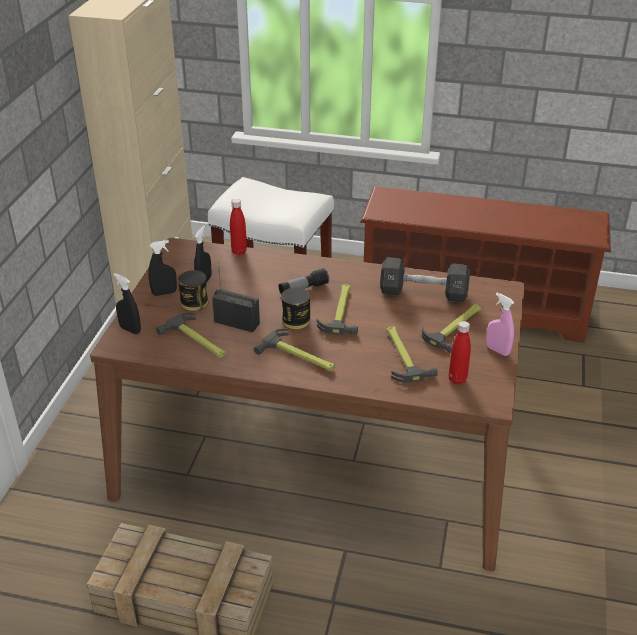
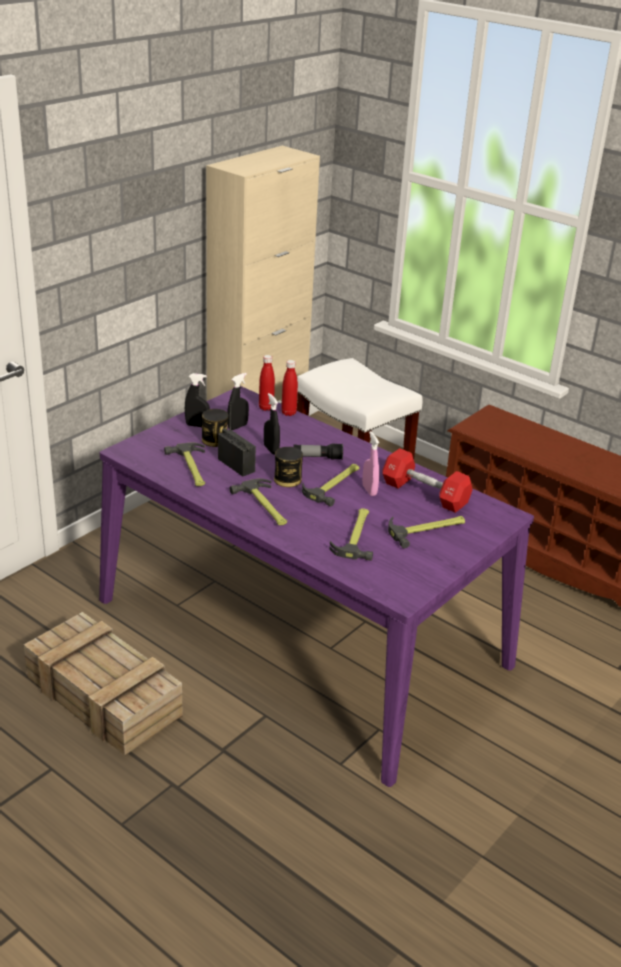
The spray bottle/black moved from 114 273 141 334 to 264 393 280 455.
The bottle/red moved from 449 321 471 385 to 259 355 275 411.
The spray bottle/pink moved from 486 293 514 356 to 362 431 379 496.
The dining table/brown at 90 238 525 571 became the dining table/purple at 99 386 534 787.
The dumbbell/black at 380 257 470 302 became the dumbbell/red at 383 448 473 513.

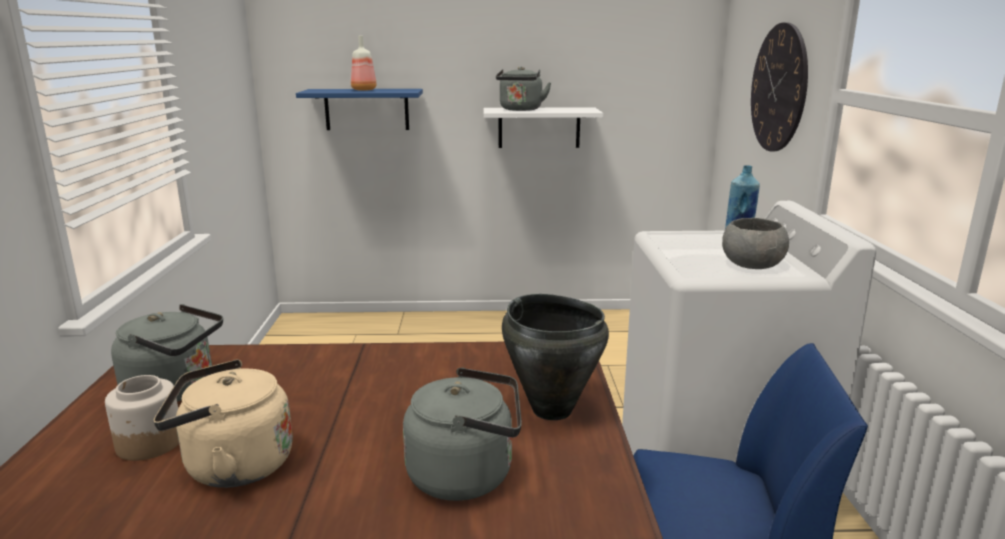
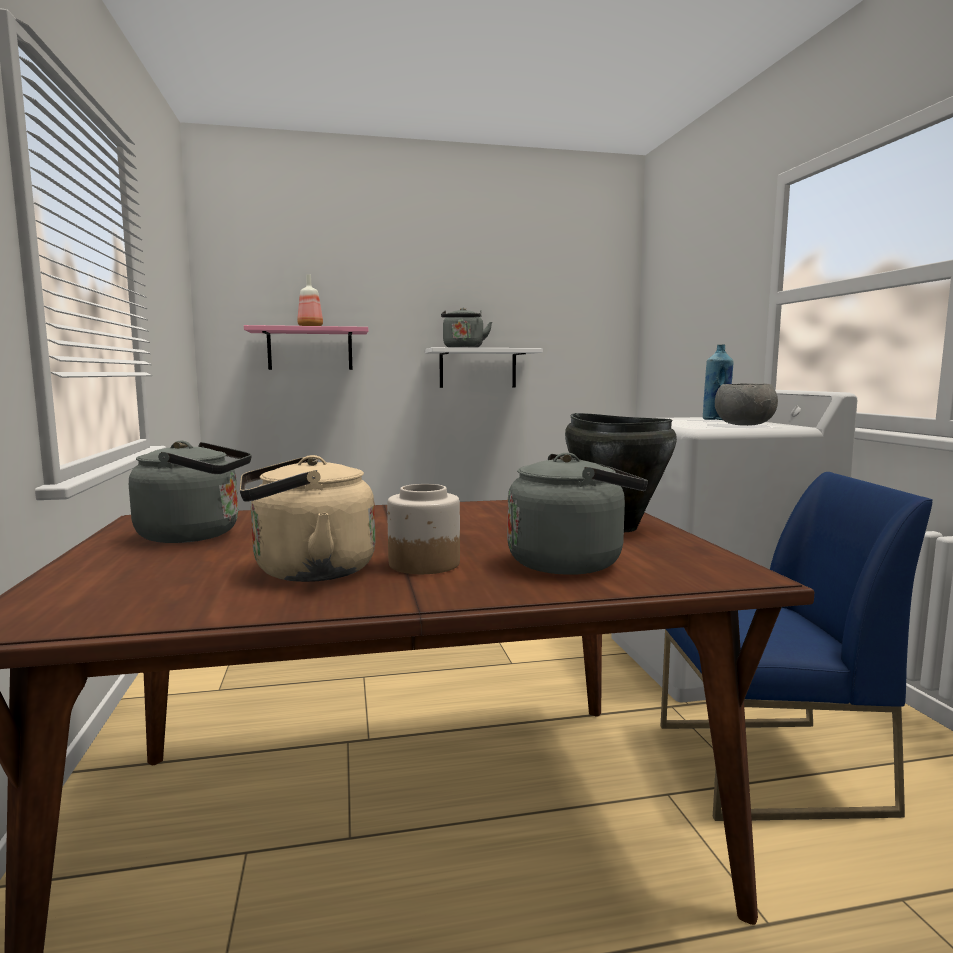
The wall clock at 751 22 808 151 disappeared.
The jar moved from 105 375 179 461 to 387 484 460 574.
The shelf/blue at 296 89 423 130 became the shelf/pink at 244 325 368 370.

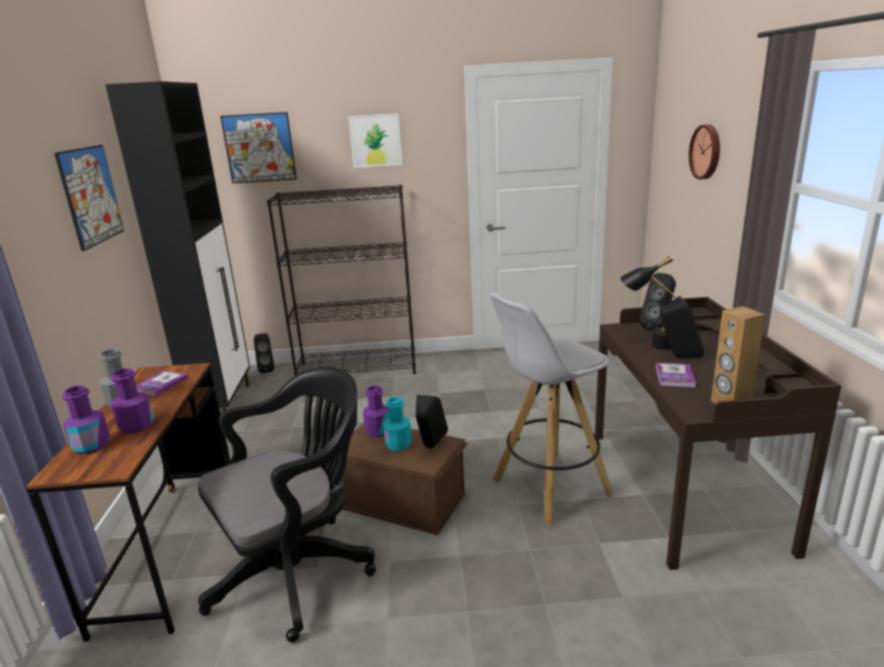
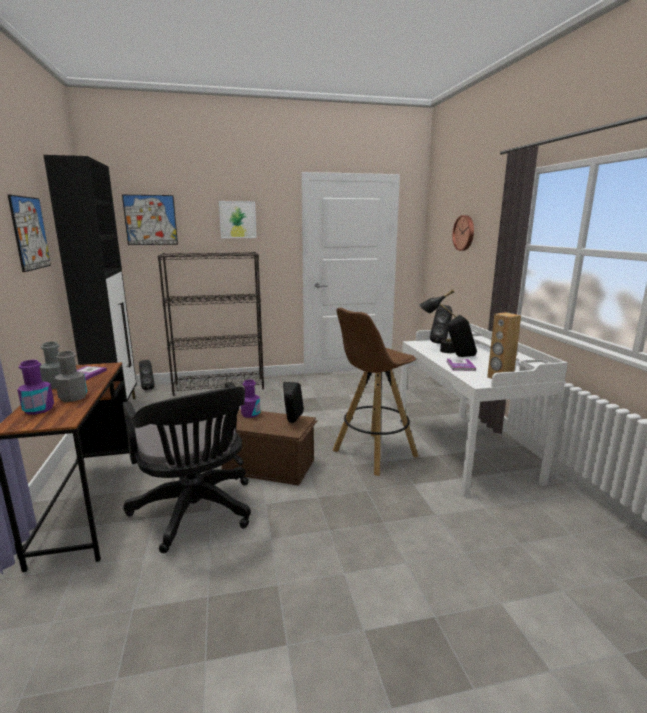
The bottle/turquoise at 383 397 412 451 disappeared.
The bottle/purple at 110 368 154 433 became the bottle/grey at 55 351 87 402.
The stool/white at 490 292 614 527 became the stool/brown at 333 308 419 476.
The desk/brown at 595 297 841 570 became the desk/white at 399 324 568 497.
The office chair/black at 198 367 376 643 turned 105 degrees clockwise.

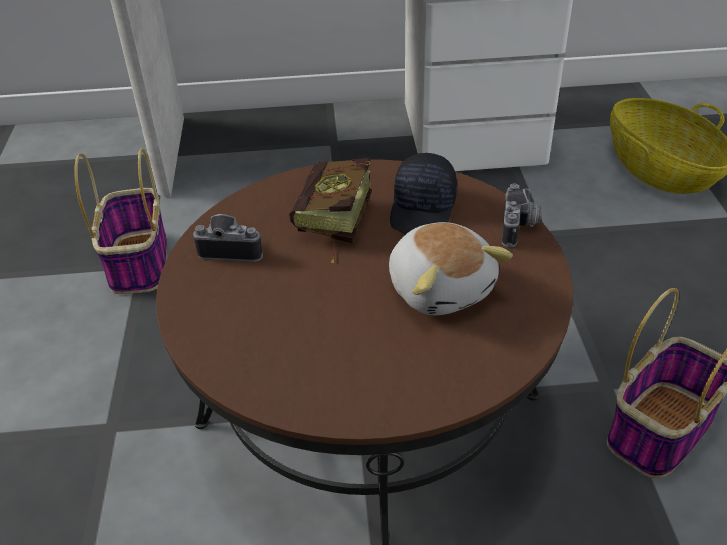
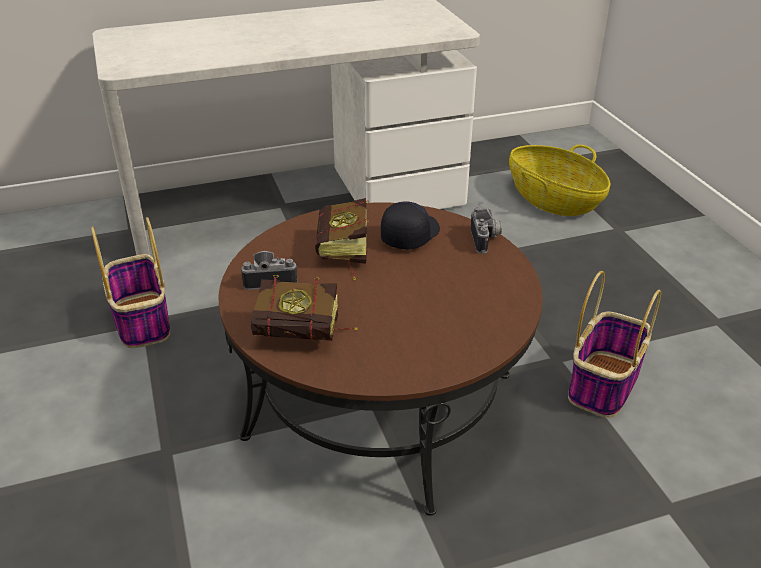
The plush toy at 389 222 513 315 disappeared.
The book at 250 275 358 341 appeared.
The cap/black at 390 153 457 234 turned 150 degrees counterclockwise.

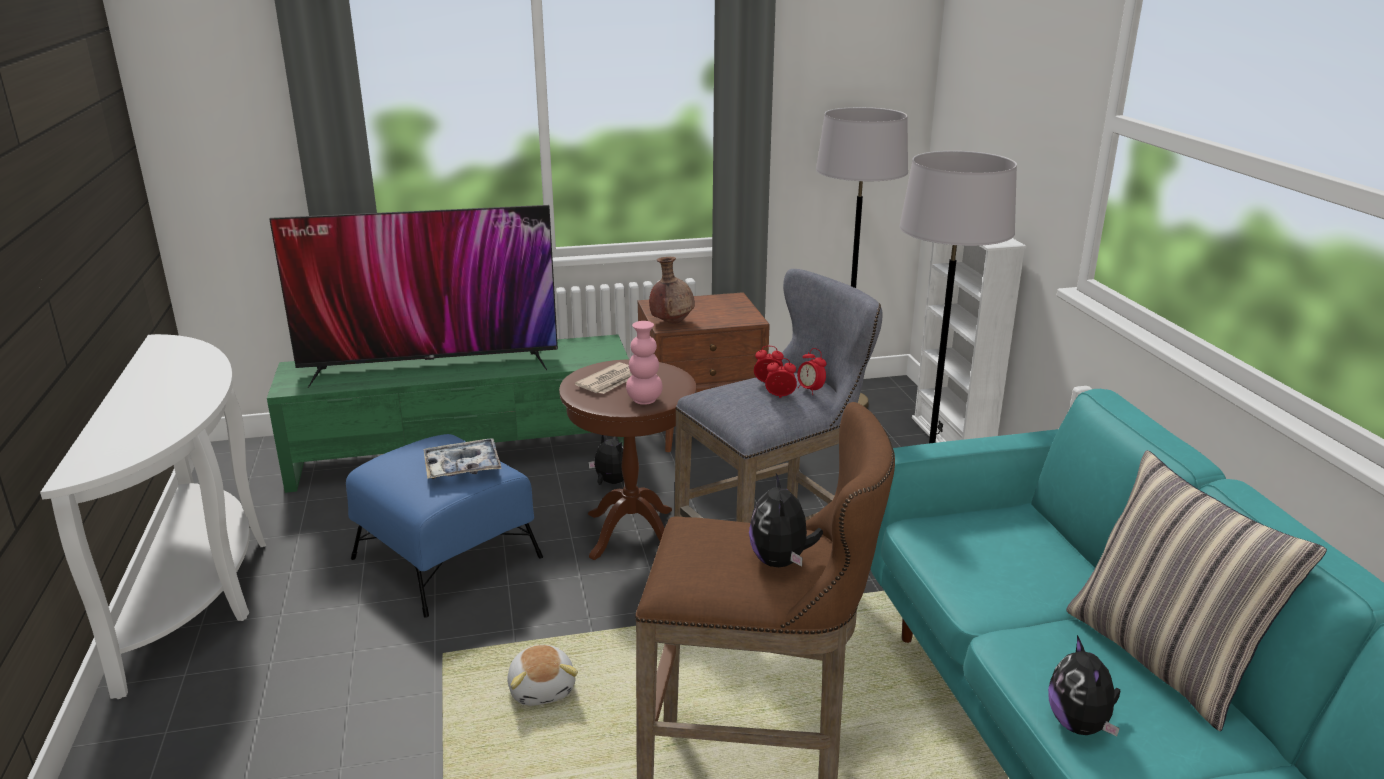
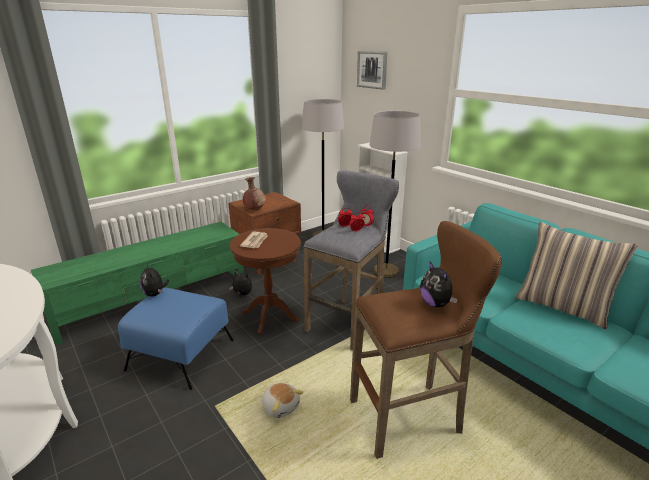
The television at 269 205 558 388 disappeared.
The tray at 423 438 502 479 disappeared.
The vase/pink at 626 321 663 405 disappeared.
The picture at 357 51 388 90 appeared.
The plush toy moved from 1048 635 1121 736 to 140 263 169 297.

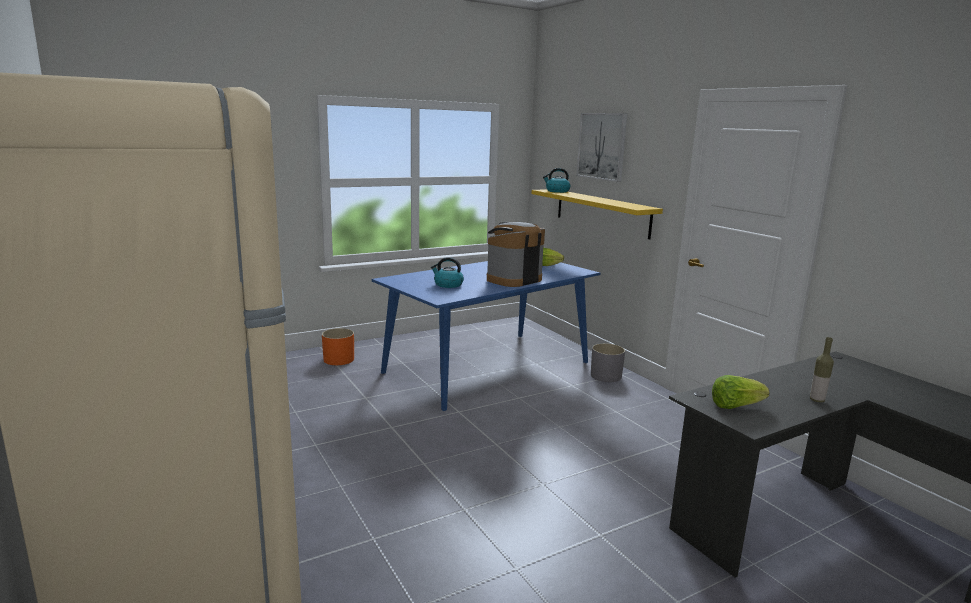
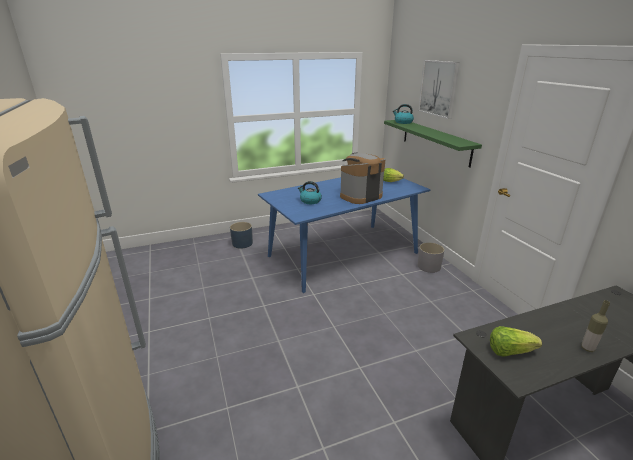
The planter/orange at 322 328 354 365 became the planter/blue at 230 222 253 248.
The shelf/yellow at 532 189 663 239 became the shelf/green at 384 120 482 168.

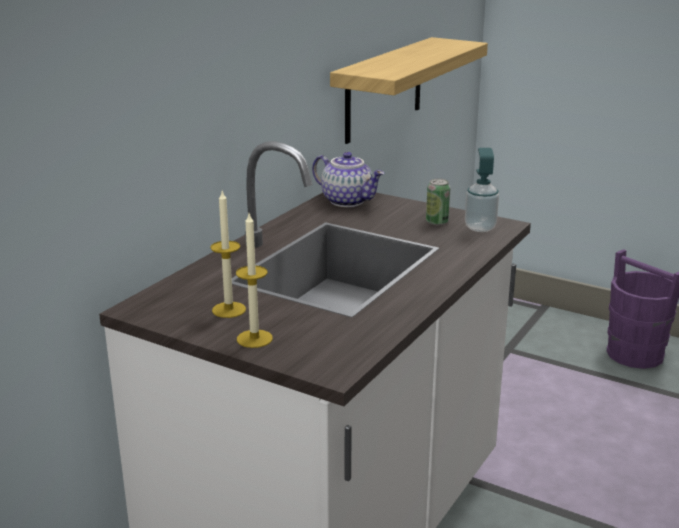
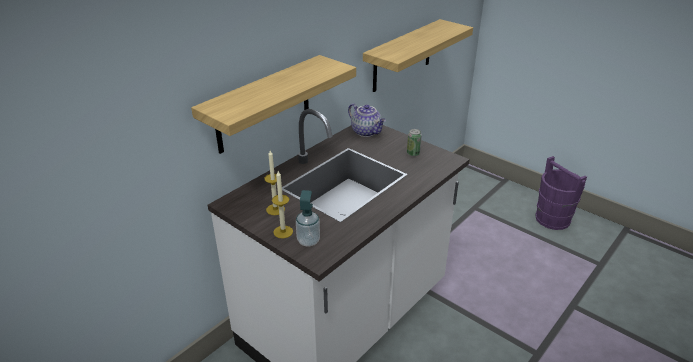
The shelf at 191 55 356 154 appeared.
The soap dispenser moved from 465 148 499 232 to 296 190 320 246.

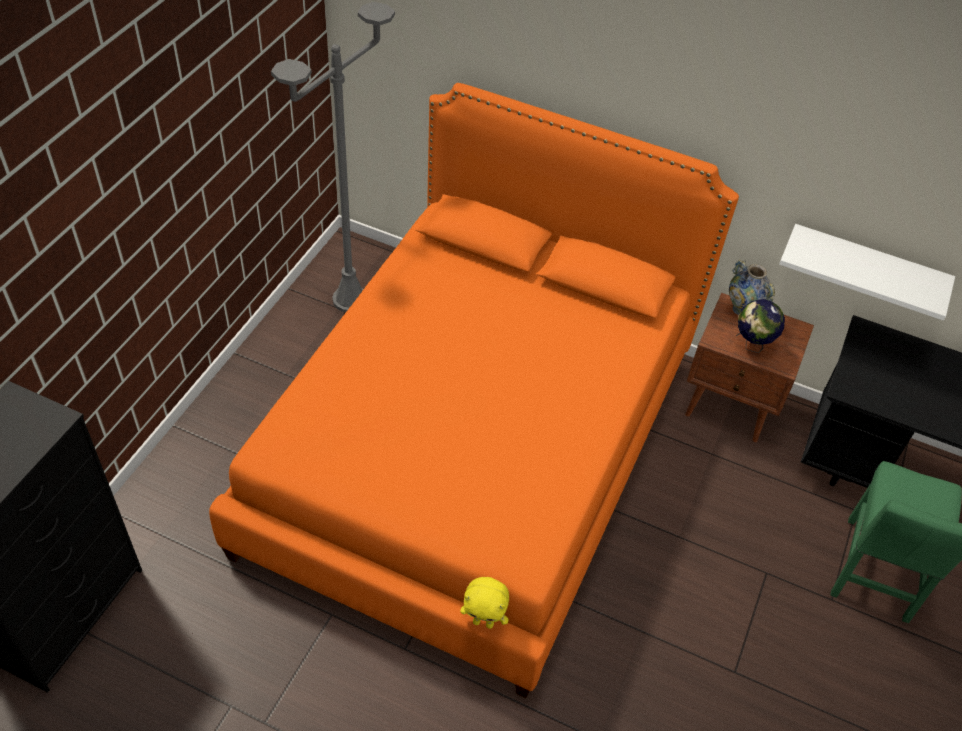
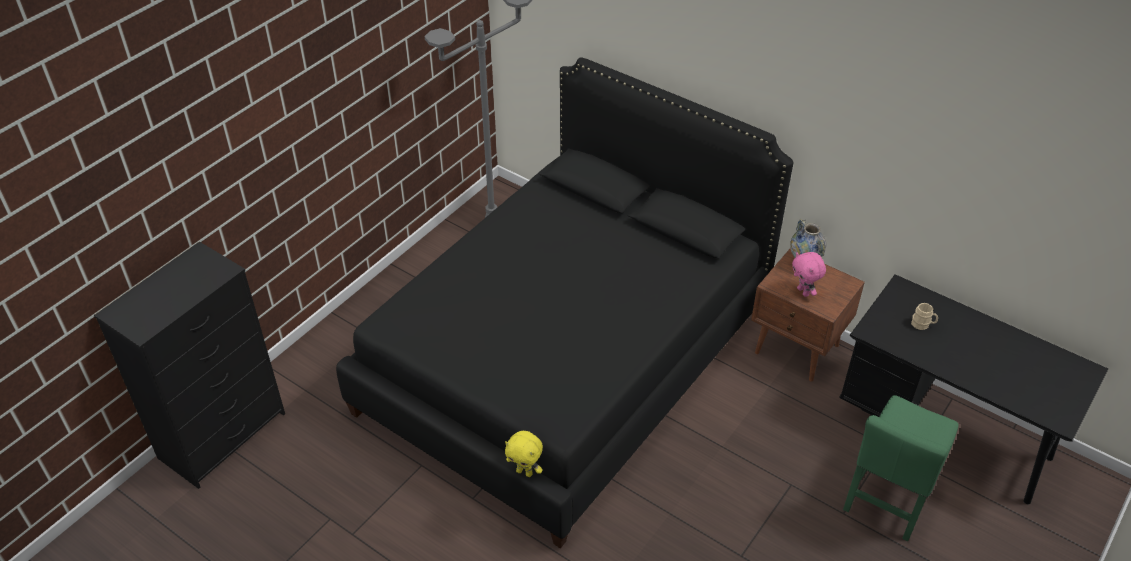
The shelf/white at 779 224 955 320 disappeared.
The mug/beige at 911 303 938 330 appeared.
The globe at 736 299 785 353 was replaced by the plush toy/pink at 792 252 826 297.
The bed/orange at 209 83 739 698 became the bed/black at 336 58 793 548.

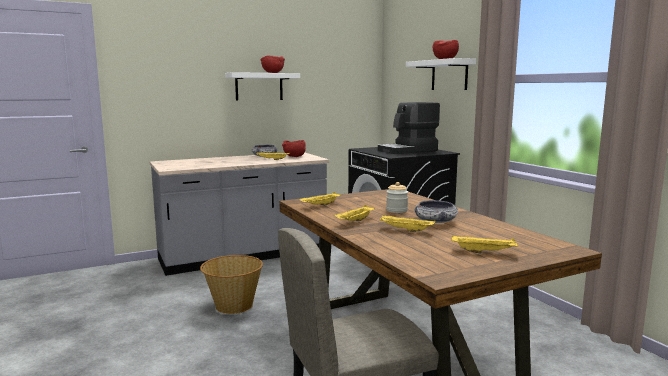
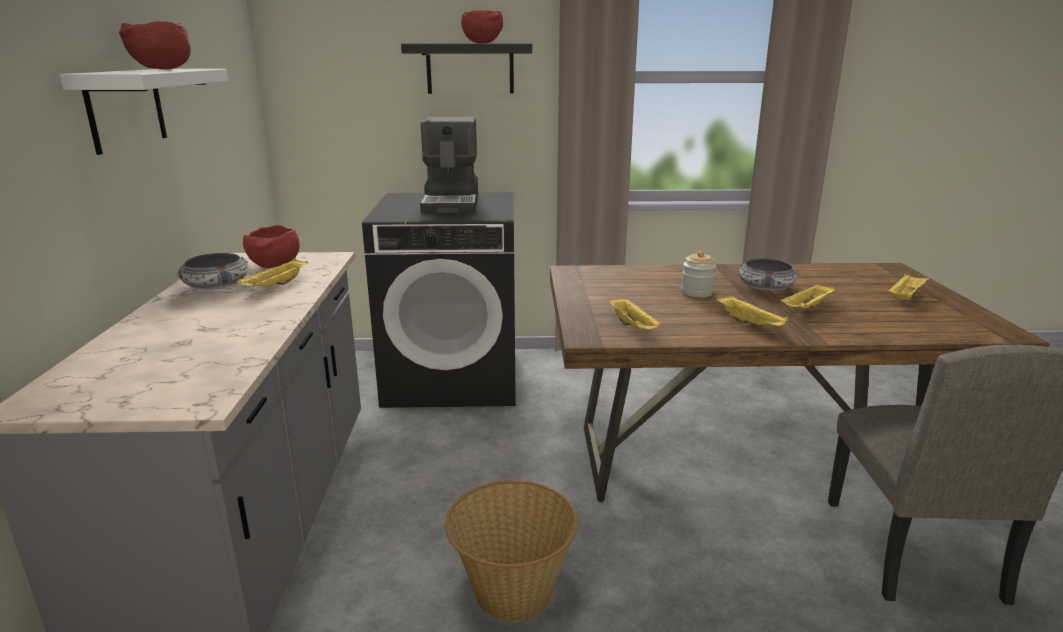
The shelf/white at 406 58 476 90 became the shelf/black at 401 44 532 94.

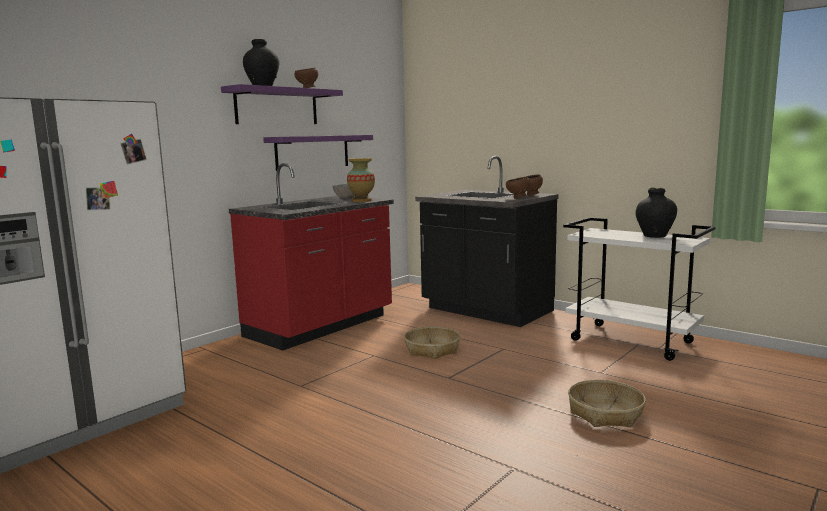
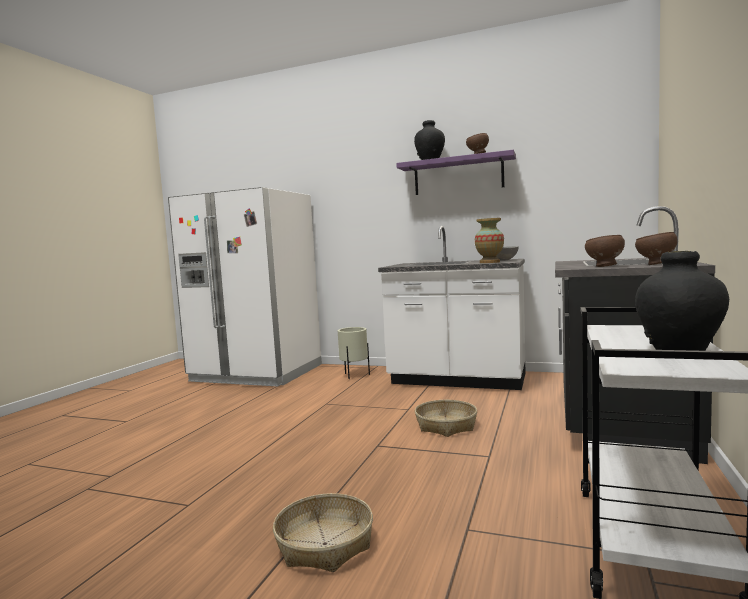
The shelf/purple at 263 135 373 171 disappeared.
The planter/beige at 338 327 370 379 appeared.
The counter/red at 229 163 394 351 became the counter/white at 378 226 525 390.

